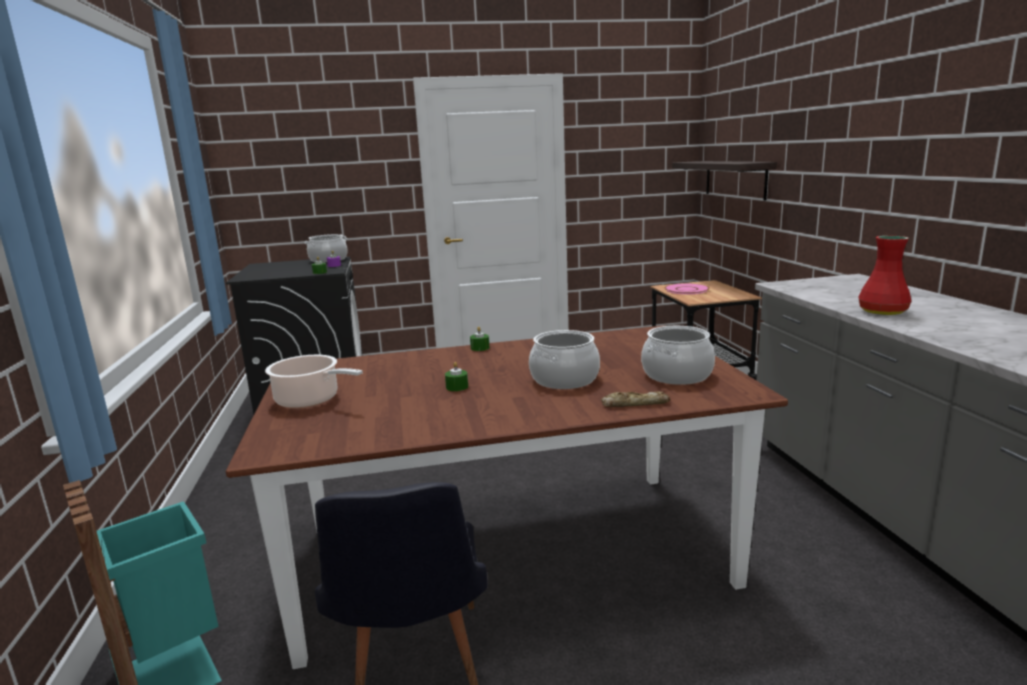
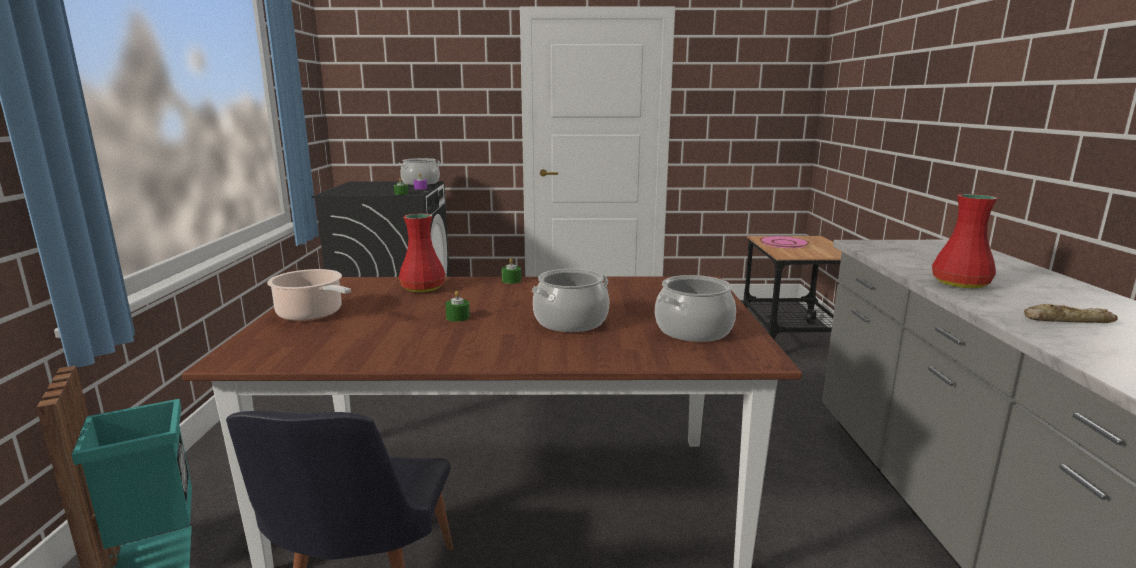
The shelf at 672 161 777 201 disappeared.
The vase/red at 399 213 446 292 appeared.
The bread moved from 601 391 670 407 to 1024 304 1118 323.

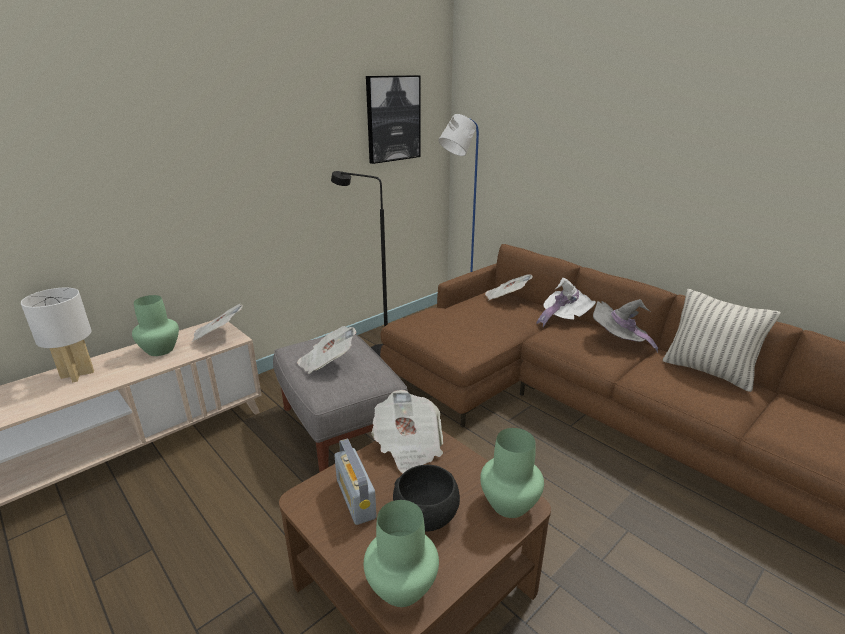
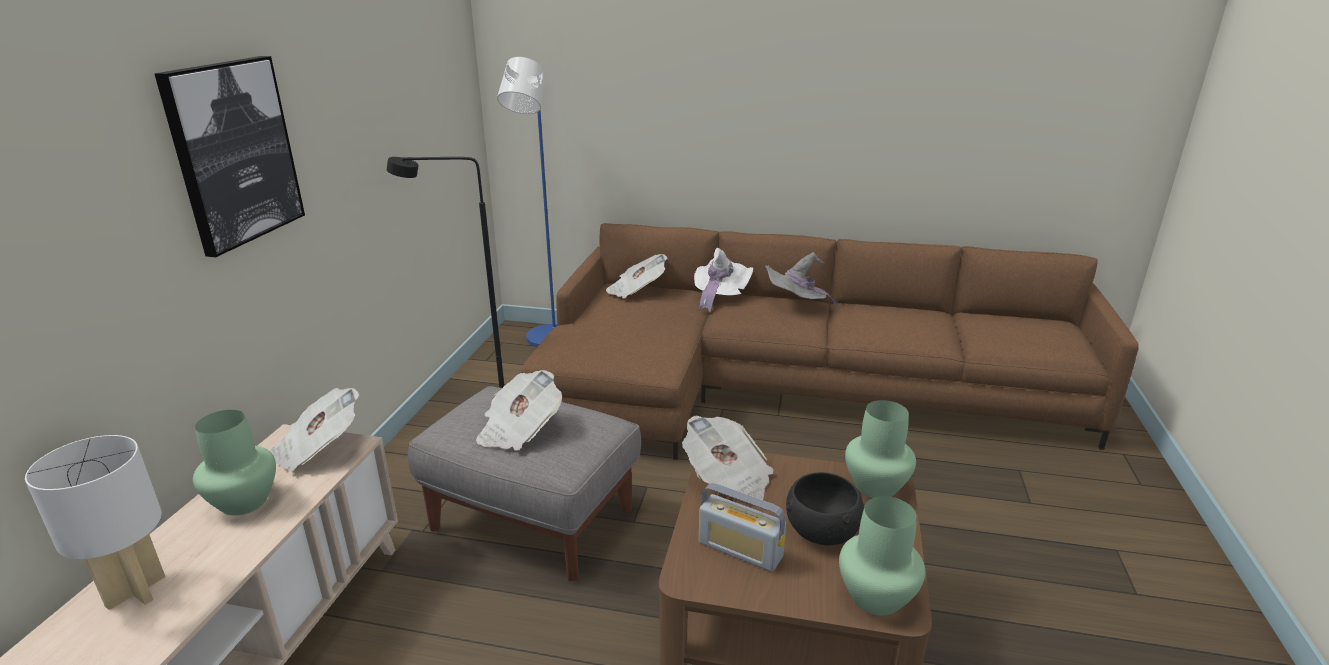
The pillow at 663 289 781 392 disappeared.
The picture moved from 366 75 421 164 to 154 56 305 257.

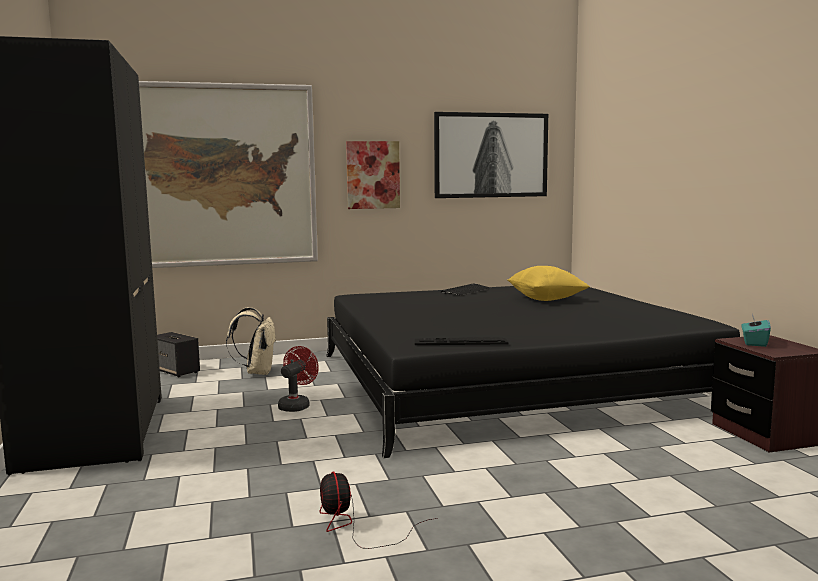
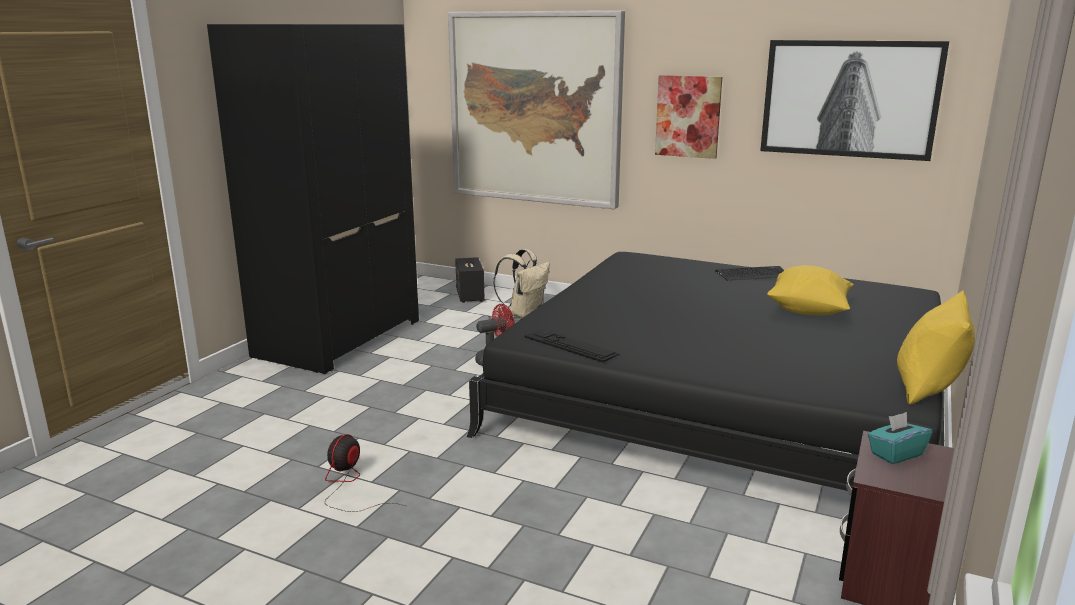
The pillow/yellow at 897 290 975 405 appeared.

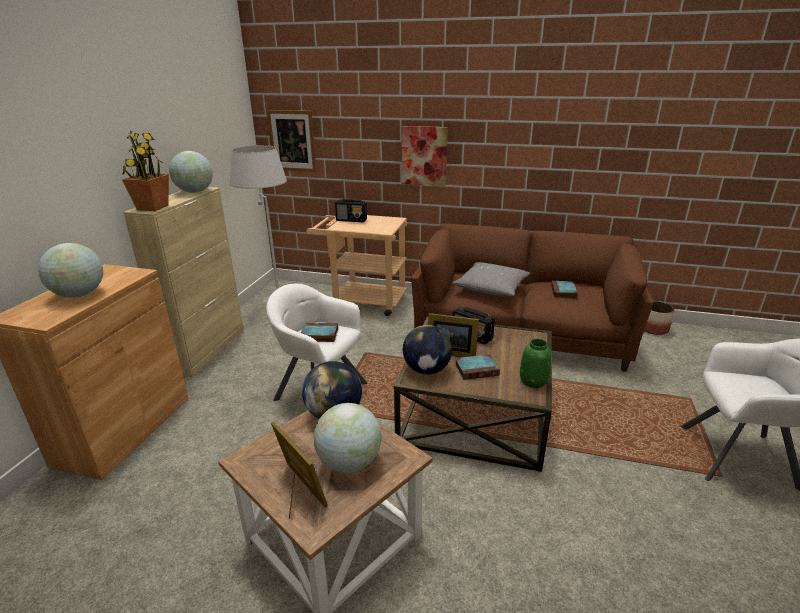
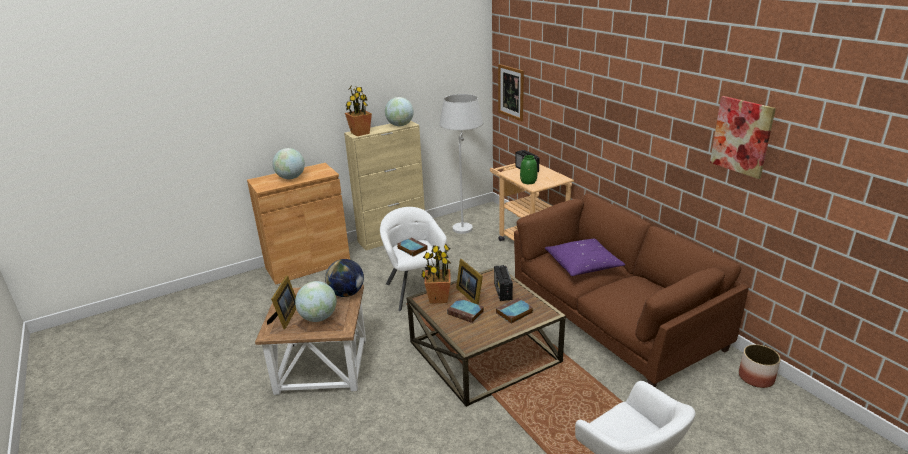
The picture moved from 402 126 448 187 to 710 96 776 179.
The vase/green moved from 520 339 551 388 to 520 155 537 184.
The book moved from 551 281 578 299 to 496 298 533 324.
The globe at 403 325 452 375 was replaced by the potted plant at 421 244 452 304.
The pillow/grey at 452 262 531 296 became the pillow/purple at 545 239 625 276.

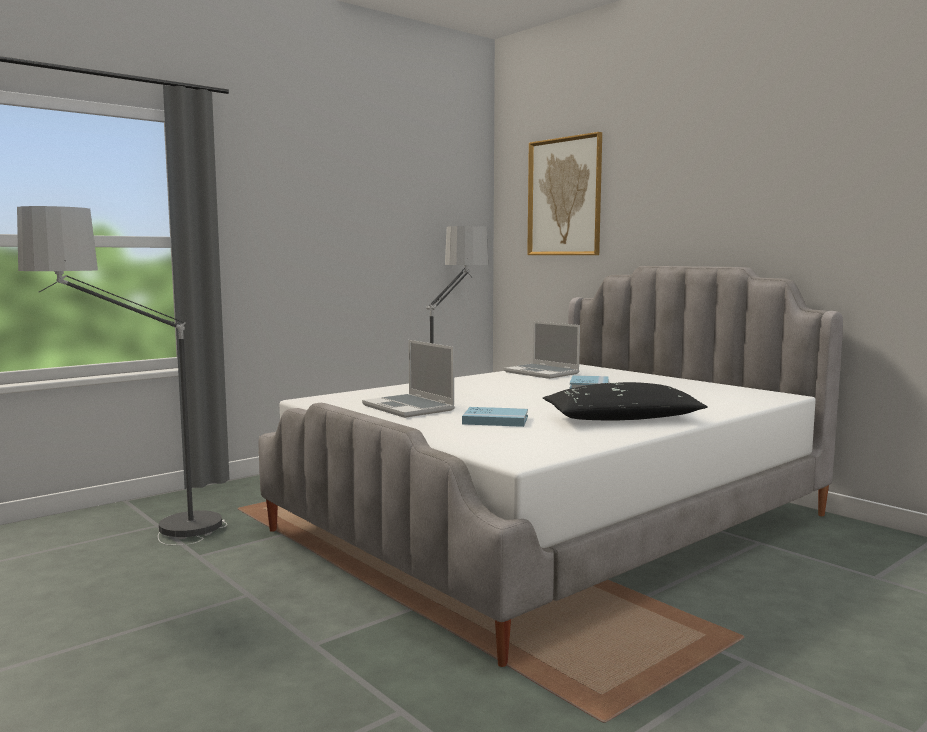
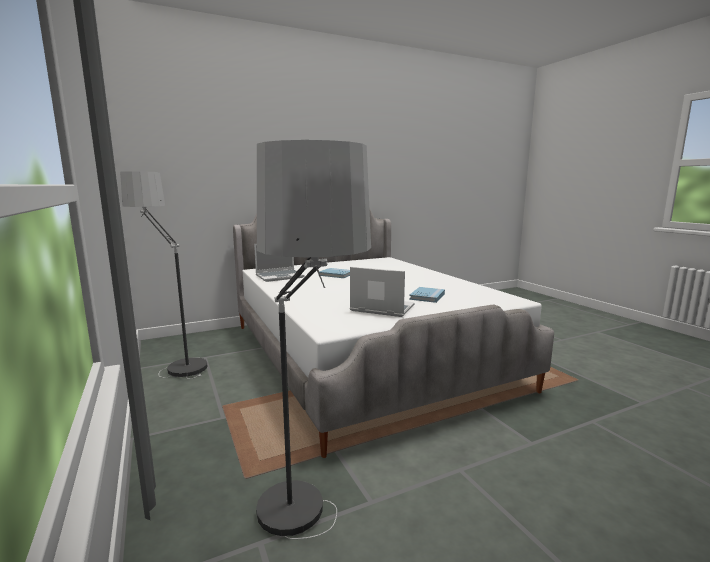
The picture at 527 132 602 255 disappeared.
The pillow/black at 543 382 708 421 disappeared.
The laptop at 362 340 455 418 turned 135 degrees counterclockwise.

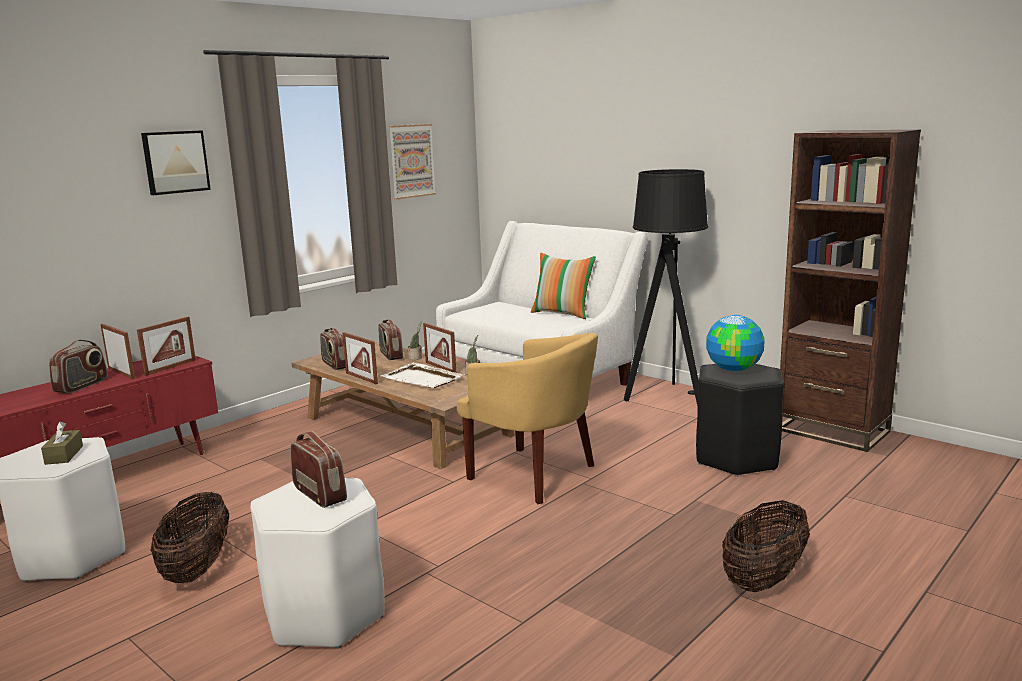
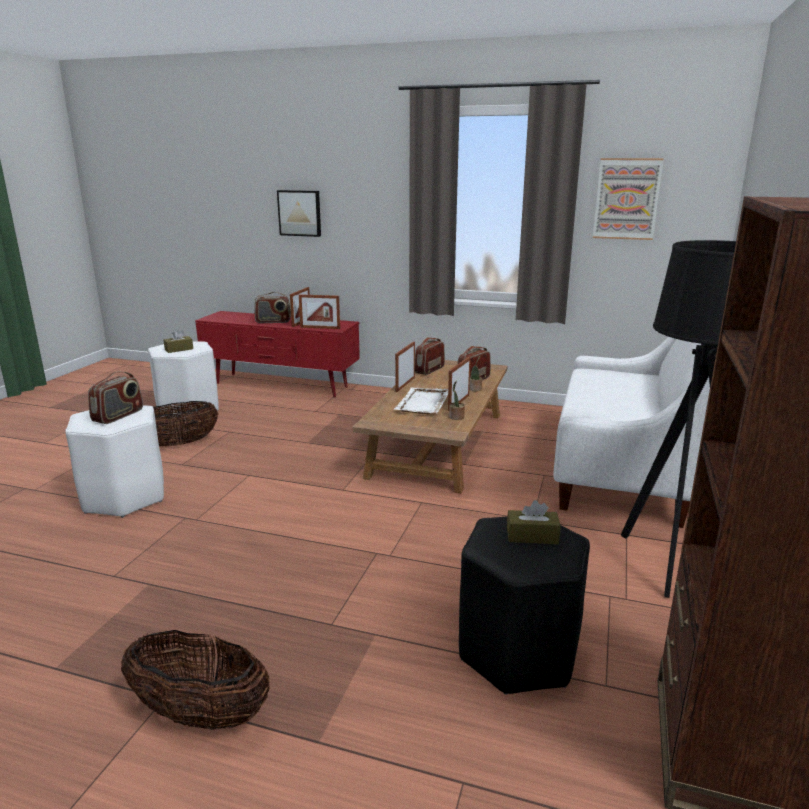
The armchair/yellow at 457 333 598 504 disappeared.
The pillow at 531 252 596 319 disappeared.
The picture moved from 141 130 211 195 to 277 190 321 237.
The globe at 706 315 765 372 was replaced by the tissue box/brown at 507 500 561 544.

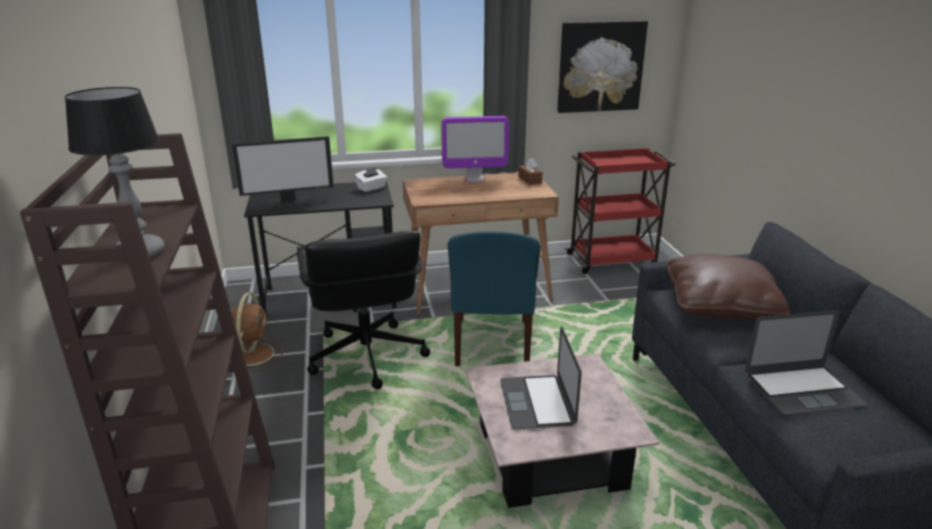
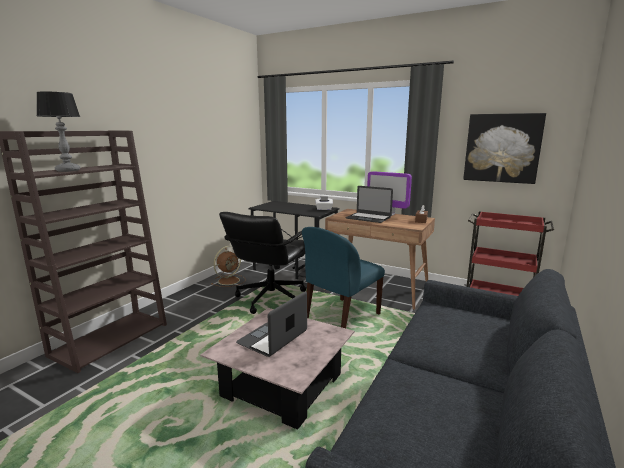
The monitor at 232 136 334 208 disappeared.
The pillow/brown at 667 254 790 320 disappeared.
The laptop moved from 745 310 867 415 to 345 186 393 223.

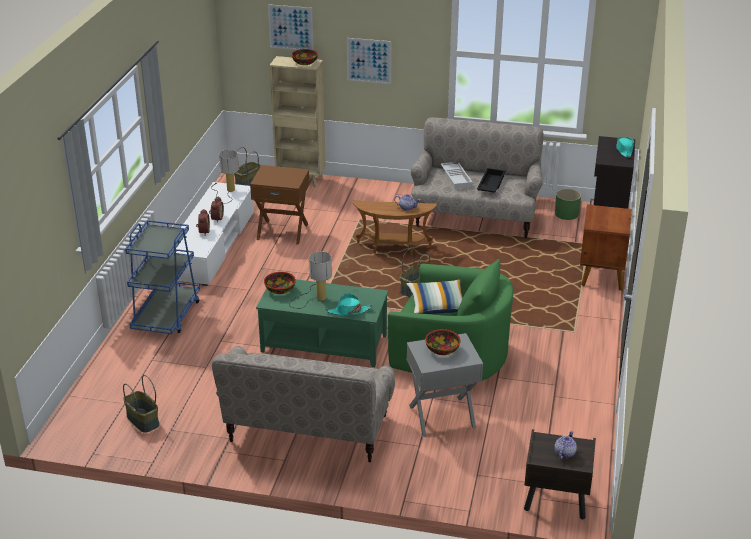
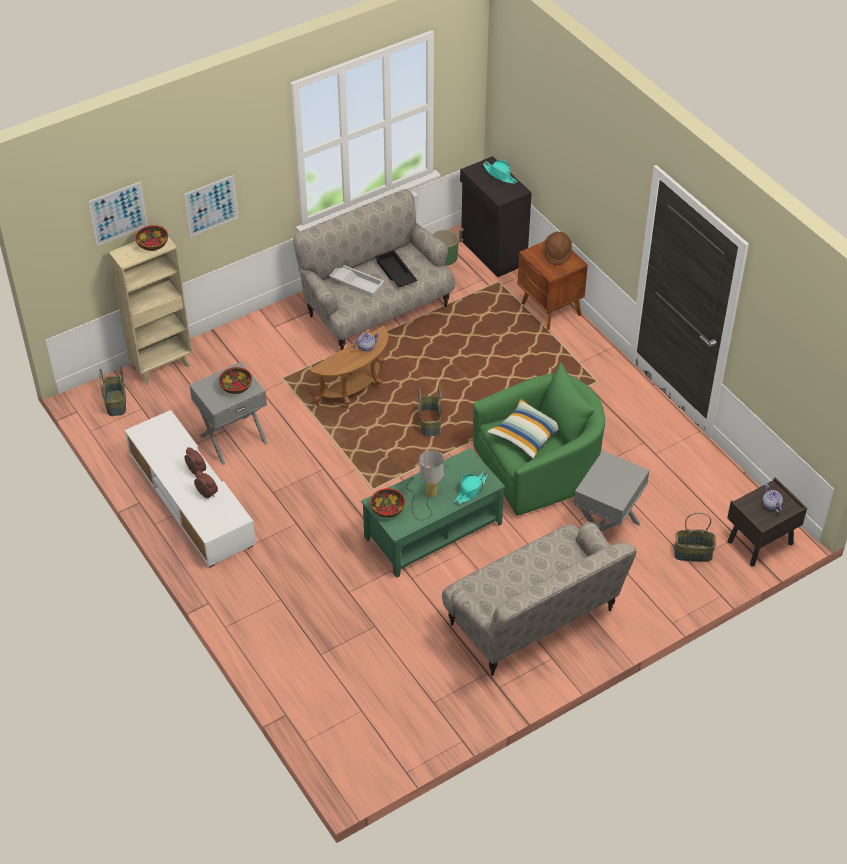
The cart/blue at 125 220 200 334 disappeared.
The table lamp at 211 150 239 204 disappeared.
The hat/brown at 545 231 572 266 appeared.
The basket moved from 123 375 159 433 to 674 513 716 562.
The bowl moved from 425 329 461 355 to 219 367 252 394.
The side table/brown at 250 165 310 244 became the side table/grey at 189 362 268 465.

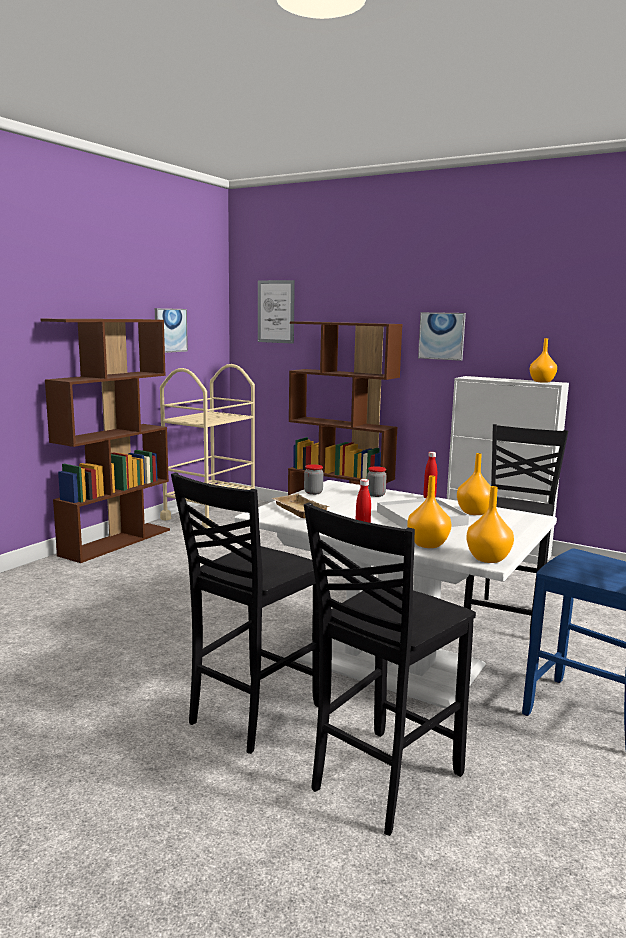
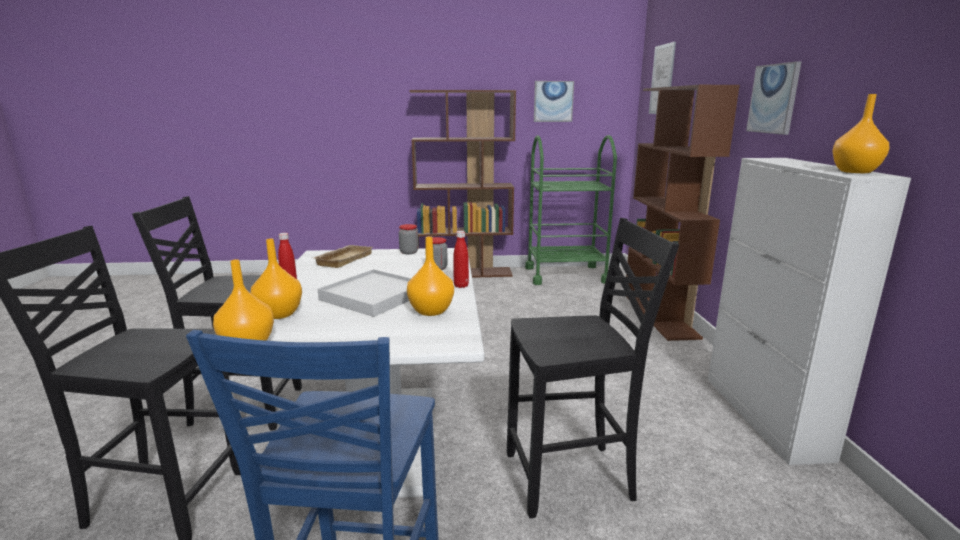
The cart/beige at 160 364 255 528 became the cart/green at 525 135 617 285.

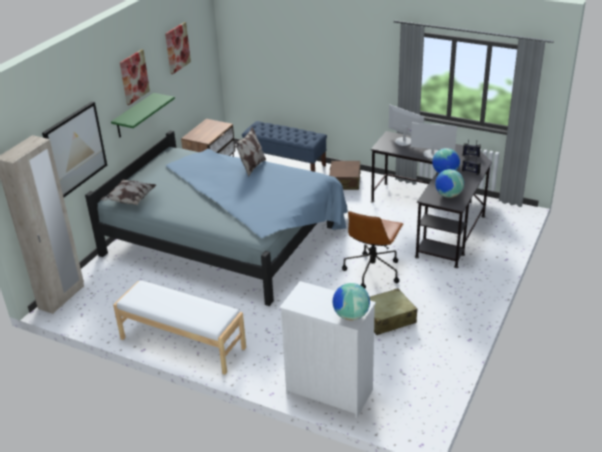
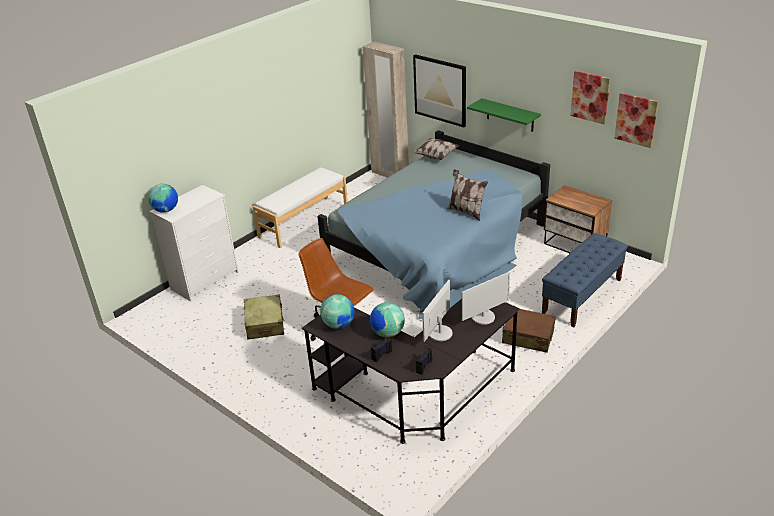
The picture moved from 120 49 150 105 to 614 93 659 148.

